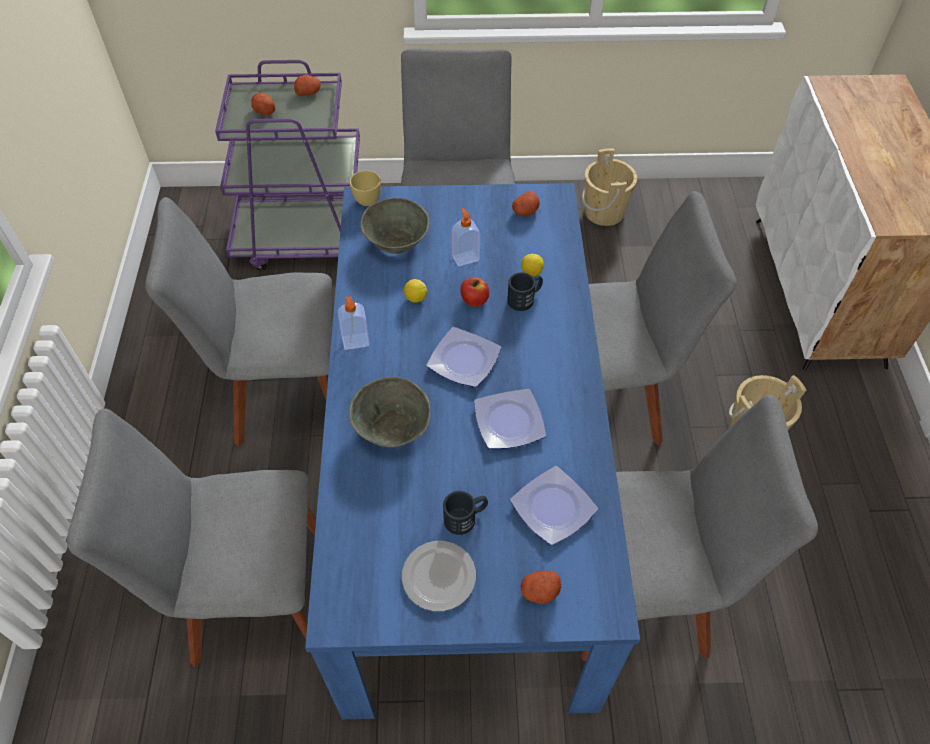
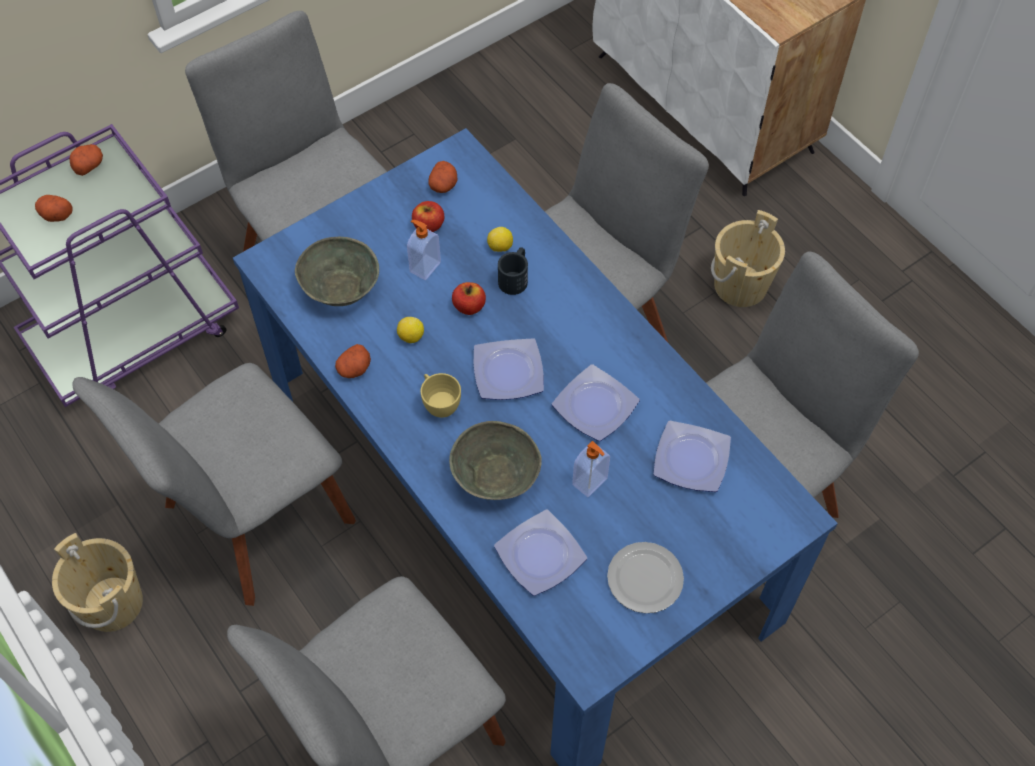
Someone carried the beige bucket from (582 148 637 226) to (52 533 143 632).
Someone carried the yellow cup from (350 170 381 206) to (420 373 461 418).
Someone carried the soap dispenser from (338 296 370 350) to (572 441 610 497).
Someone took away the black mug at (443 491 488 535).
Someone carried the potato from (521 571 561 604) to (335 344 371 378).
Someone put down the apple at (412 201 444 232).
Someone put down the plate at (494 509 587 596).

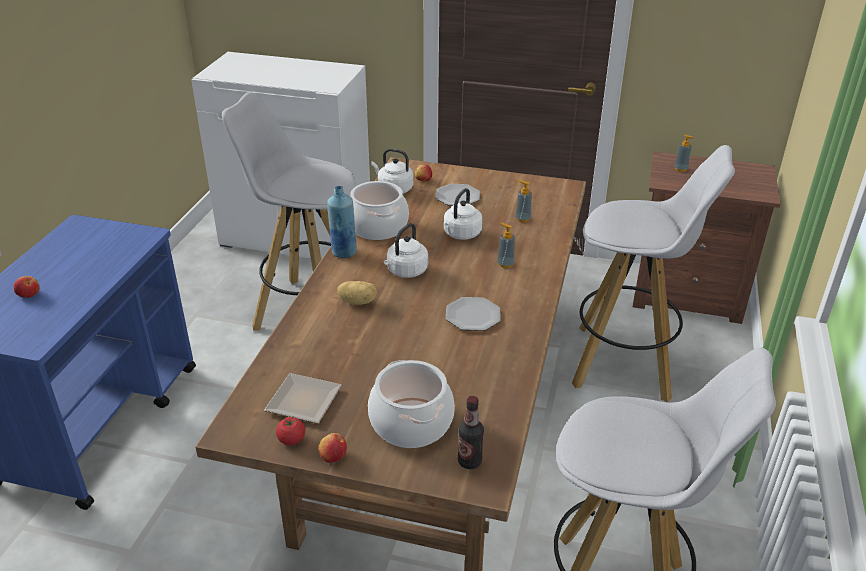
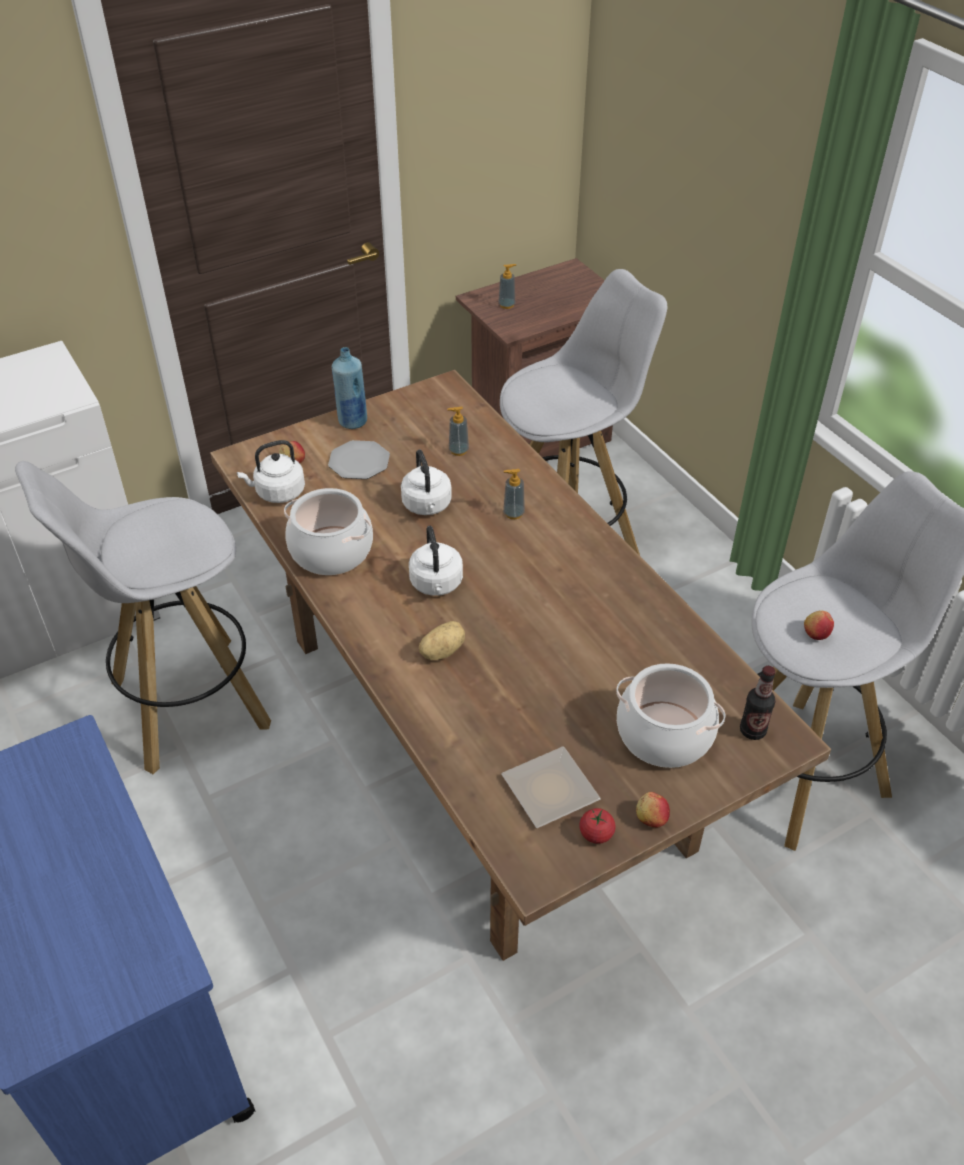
Someone carried the blue bottle from (327 186 357 258) to (332 347 367 429).
Someone carried the apple from (13 276 40 298) to (804 610 834 640).
Someone took away the plate at (446 297 501 331).

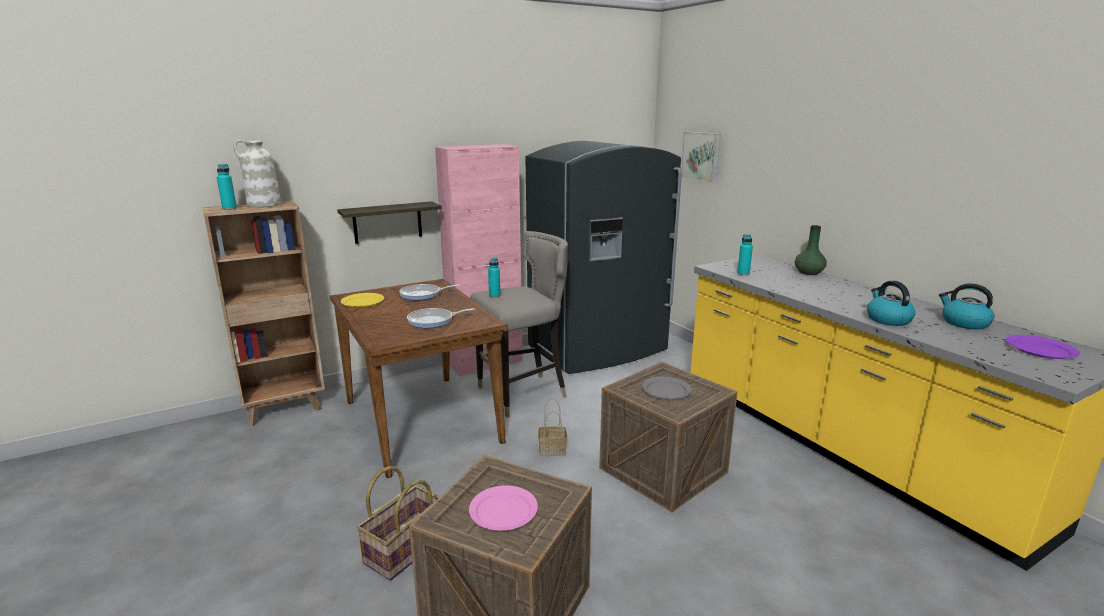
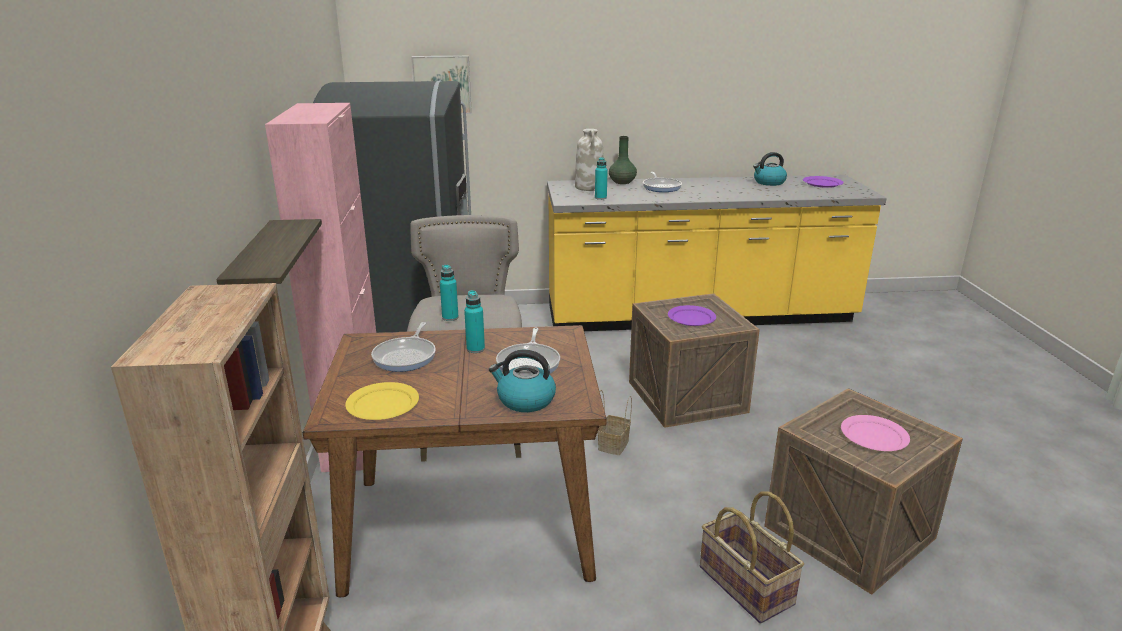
Someone carried the white vase from (234 139 281 208) to (575 129 604 191).
Someone carried the turquoise bottle from (217 164 237 210) to (464 290 485 353).
Someone carried the kettle from (867 281 916 326) to (489 350 556 412).
Someone repainted the grey plate at (642 377 692 399), which became the purple plate at (668 305 716 326).
Someone put down the frying pan at (643 172 682 192).

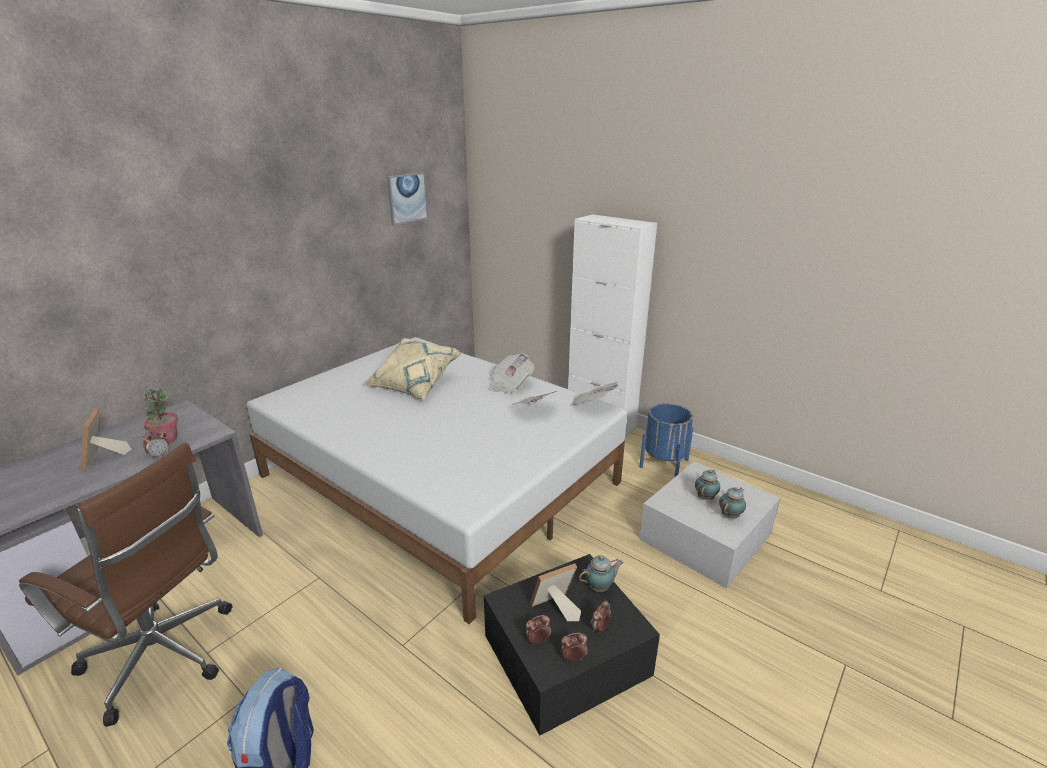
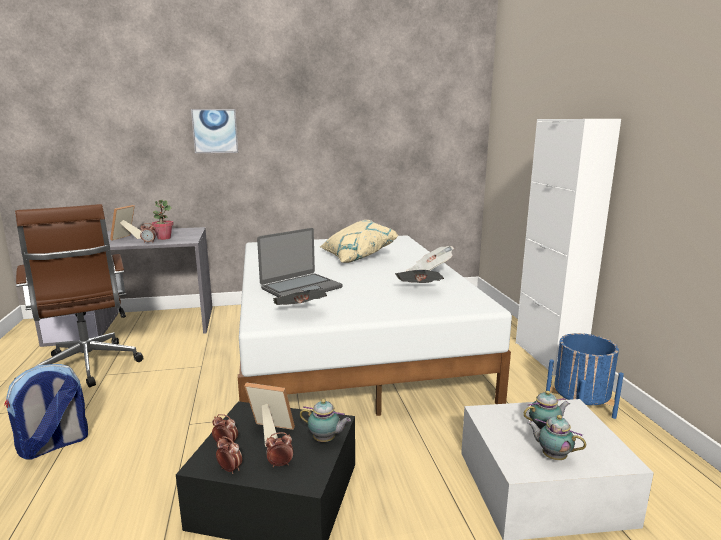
Someone carried the picture from (387 172 428 225) to (191 109 238 153).
Someone carried the newspaper from (570 382 619 406) to (273 290 327 305).
Someone rotated the teapot at (719 487 746 519) by 135 degrees counterclockwise.
Someone put down the laptop at (257 228 343 297).

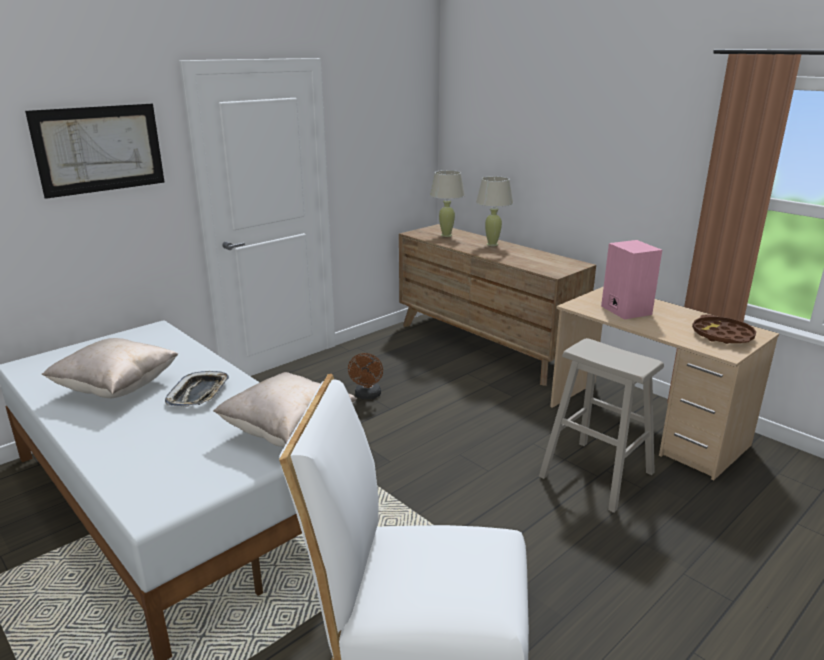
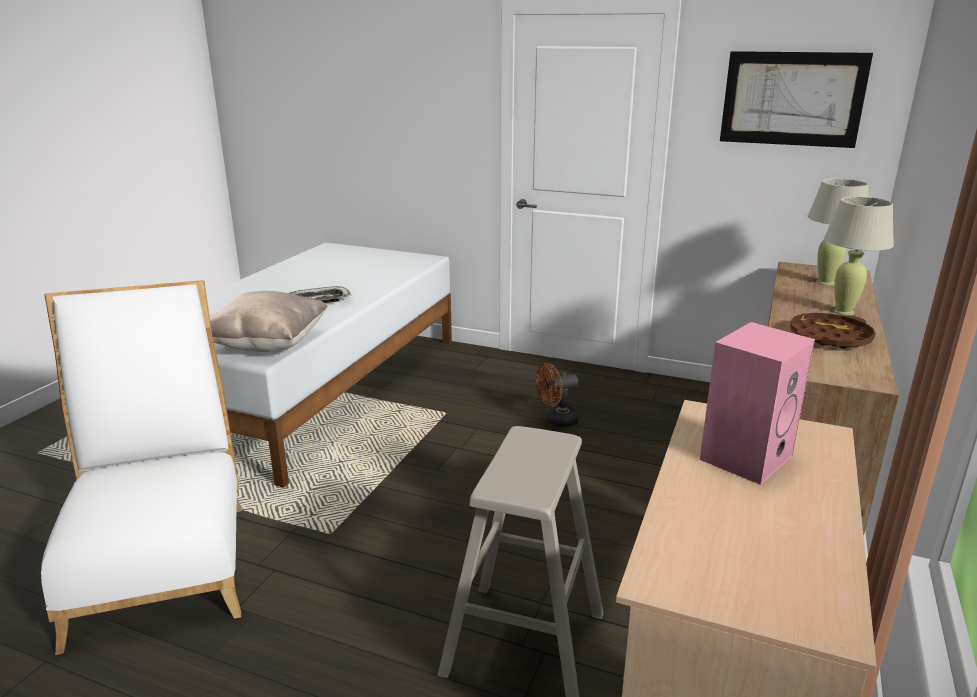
Someone carried the picture from (25 104 165 199) to (720 51 873 148).
Someone carried the brown tray from (692 314 756 344) to (790 313 876 349).
Someone took away the beige pillow at (42 338 178 398).

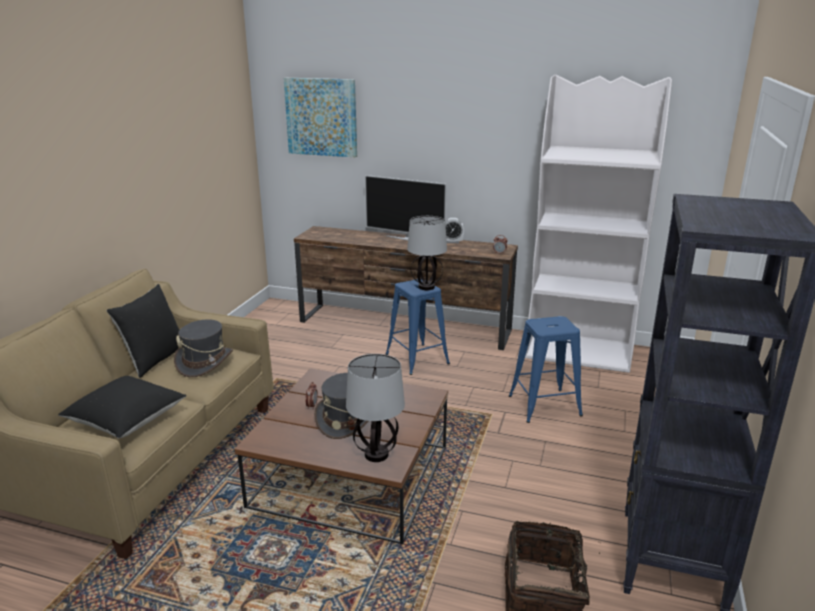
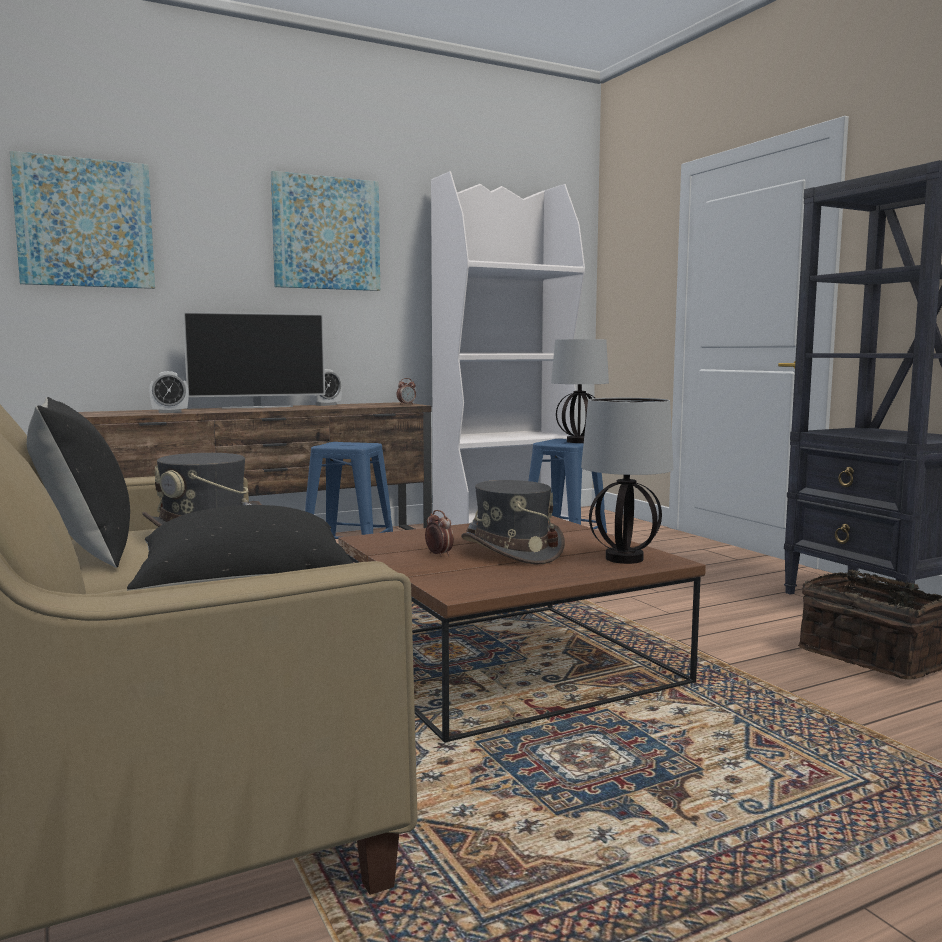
Someone carried the table lamp from (407 216 447 290) to (551 339 609 443).
Someone put up the picture at (271 171 380 291).
Someone put down the alarm clock at (149 371 189 413).

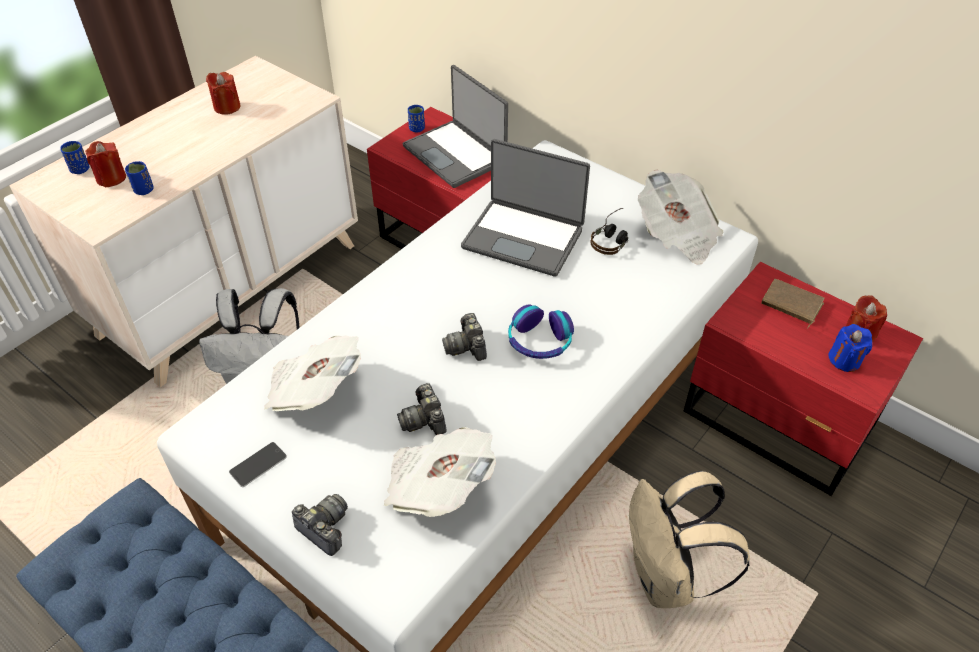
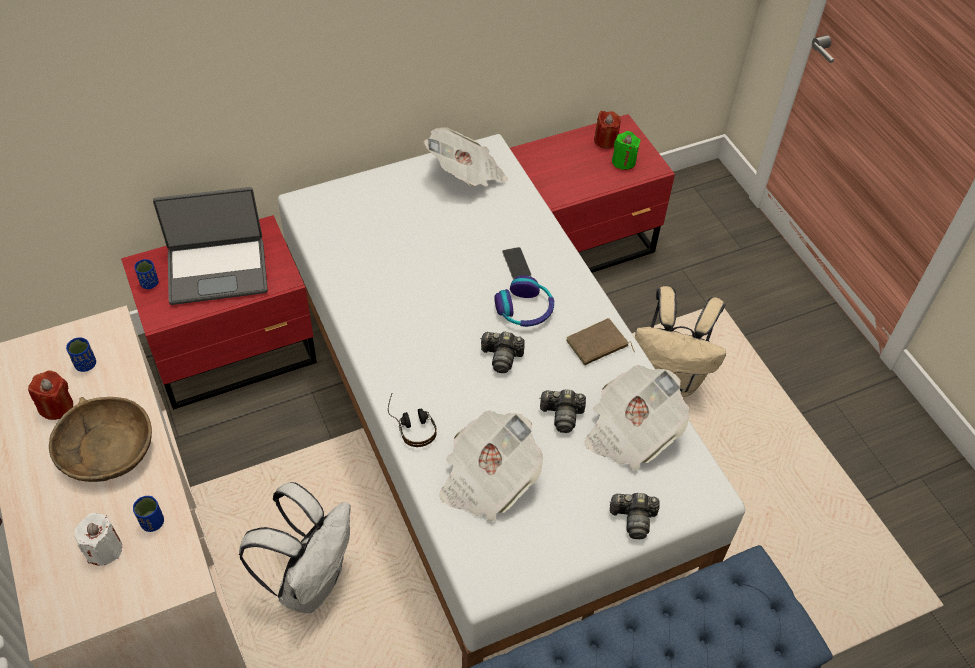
Someone took away the laptop at (461 139 590 277).
Someone carried the blue cup from (60 141 89 174) to (66 337 96 372).
Someone repainted the red candle at (85 141 126 188), which became the white candle at (74 513 122 566).
Someone carried the headphones from (590 208 628 255) to (388 394 437 447).
Someone carried the brown book from (761 279 825 328) to (566 318 635 365).
Someone repainted the blue candle at (828 324 872 372), which became the green candle at (612 131 641 170).
Someone carried the phone from (229 442 287 487) to (502 247 532 280).
Someone rotated the photo camera at (292 494 348 556) by 150 degrees counterclockwise.
Someone put down the brown bowl at (49 397 152 482).

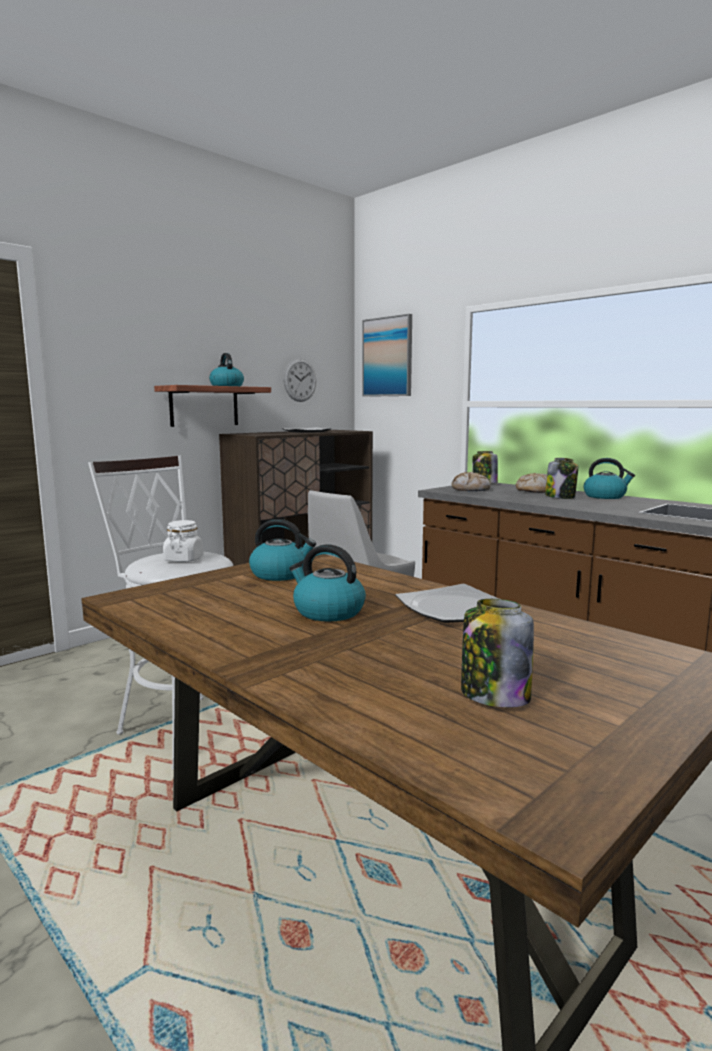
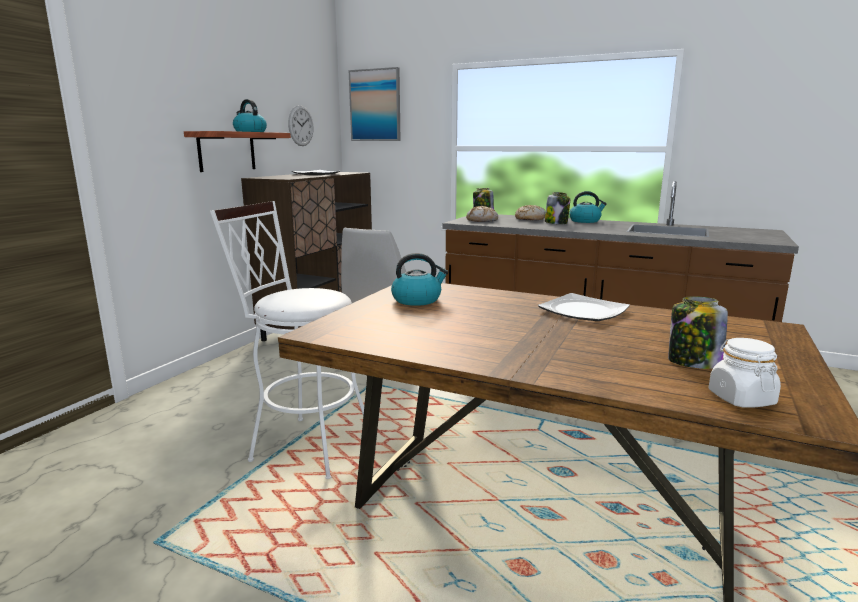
Someone carried the white jar from (163 520 204 562) to (708 338 781 408).
Someone took away the kettle at (289 544 366 622).

